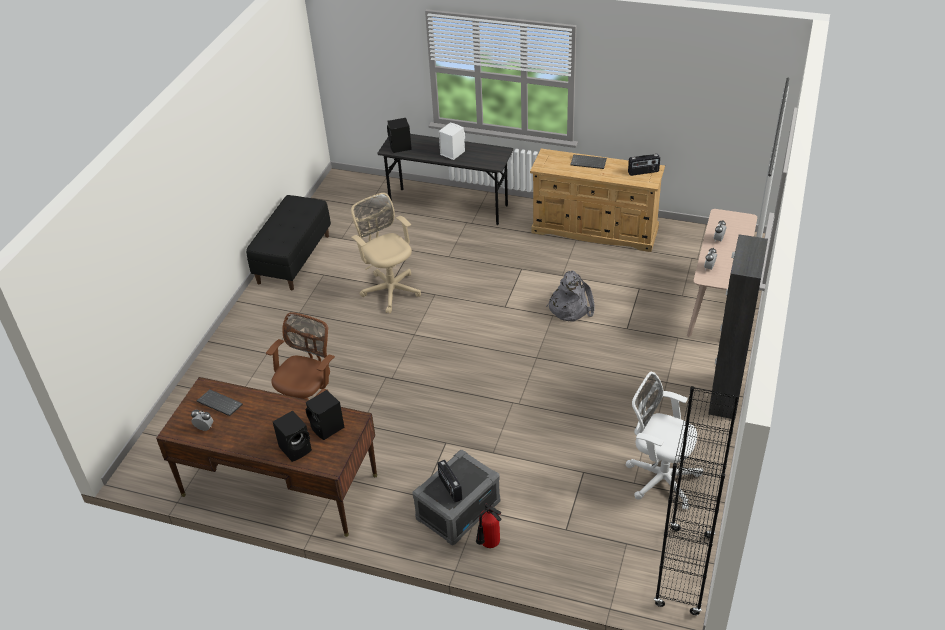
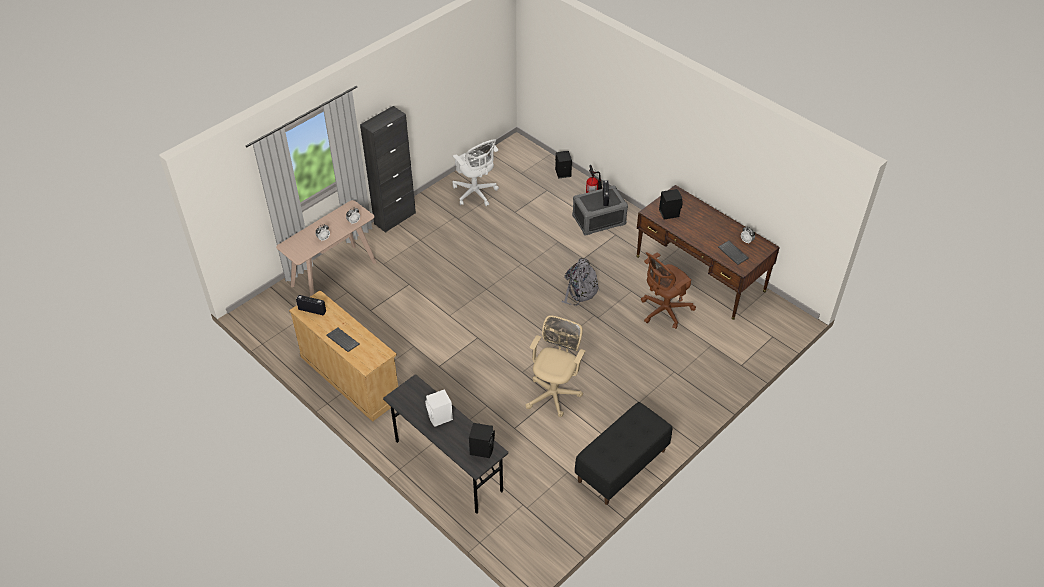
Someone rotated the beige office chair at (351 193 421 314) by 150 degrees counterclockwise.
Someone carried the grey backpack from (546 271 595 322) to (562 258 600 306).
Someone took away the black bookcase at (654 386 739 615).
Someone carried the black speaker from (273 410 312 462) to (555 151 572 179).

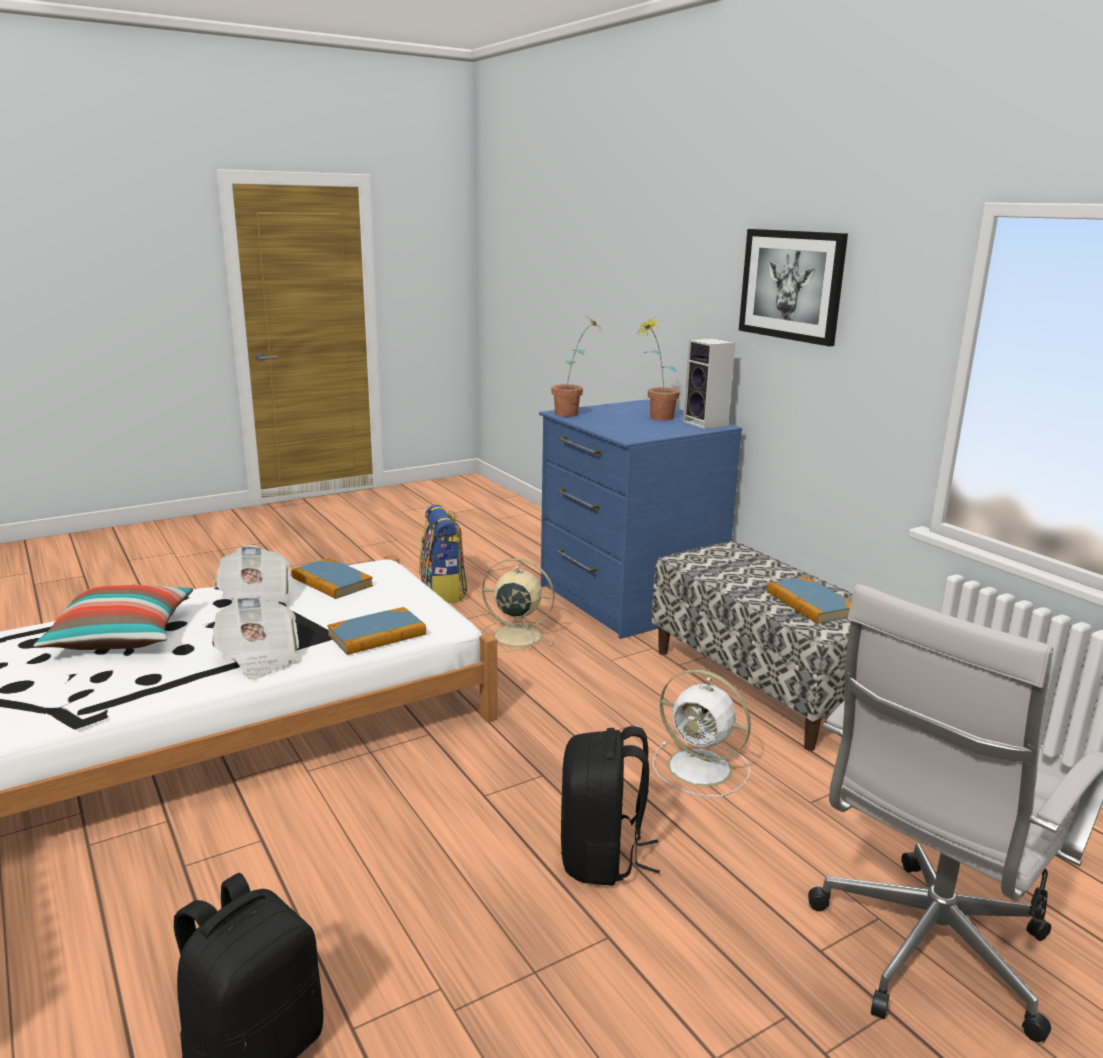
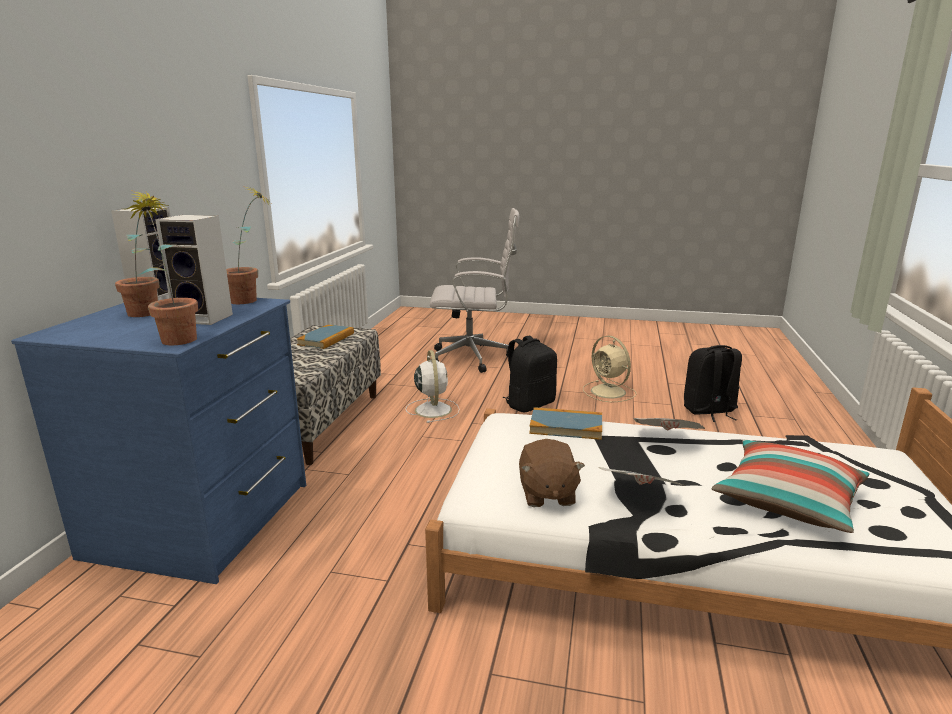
Someone took away the picture at (739 229 848 346).
Someone took away the backpack at (419 505 468 603).
Someone swapped the book at (291 558 373 599) for the brown plush toy at (519 439 585 507).
Someone carried the beige fan from (481 558 554 652) to (583 336 637 402).
Someone put down the potted plant at (226 185 271 304).
Someone put down the speaker at (155 215 233 325).

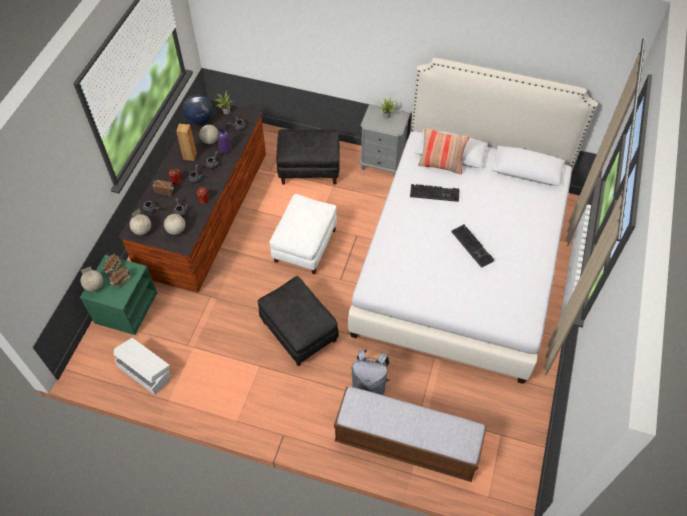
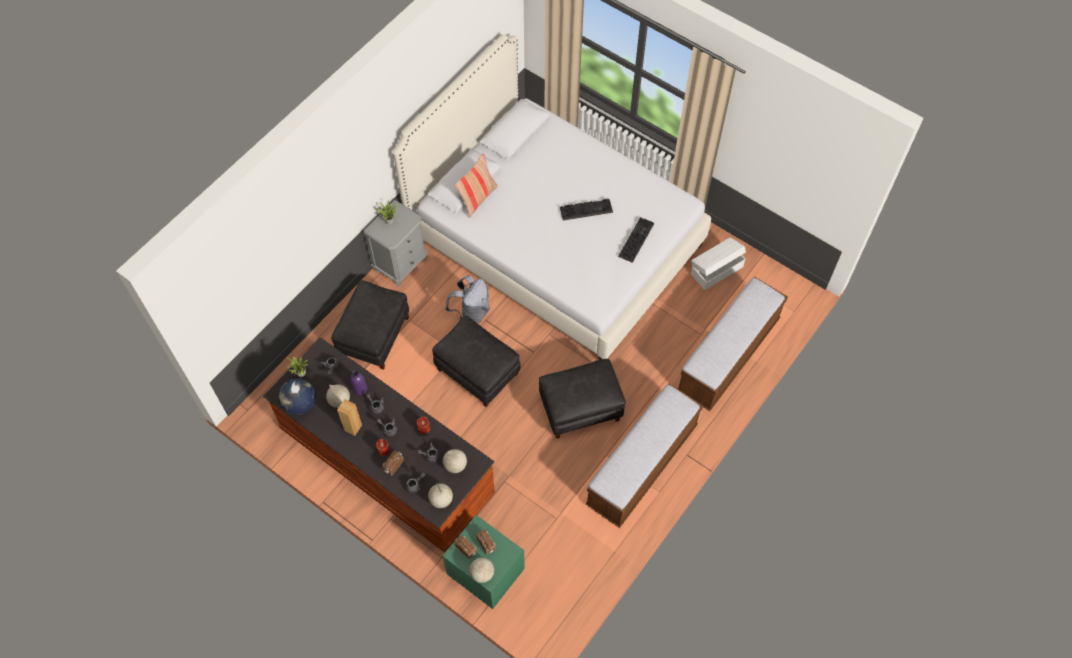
Someone carried the keyboard from (410 184 460 202) to (618 217 654 263).
Someone repainted the white ottoman at (269 194 337 274), which became the black ottoman at (432 316 521 407).
Someone carried the white storage box from (114 338 172 395) to (691 237 746 290).
Someone carried the grey backpack from (351 349 390 395) to (445 275 490 324).
Someone put down the bench at (586 384 703 528).

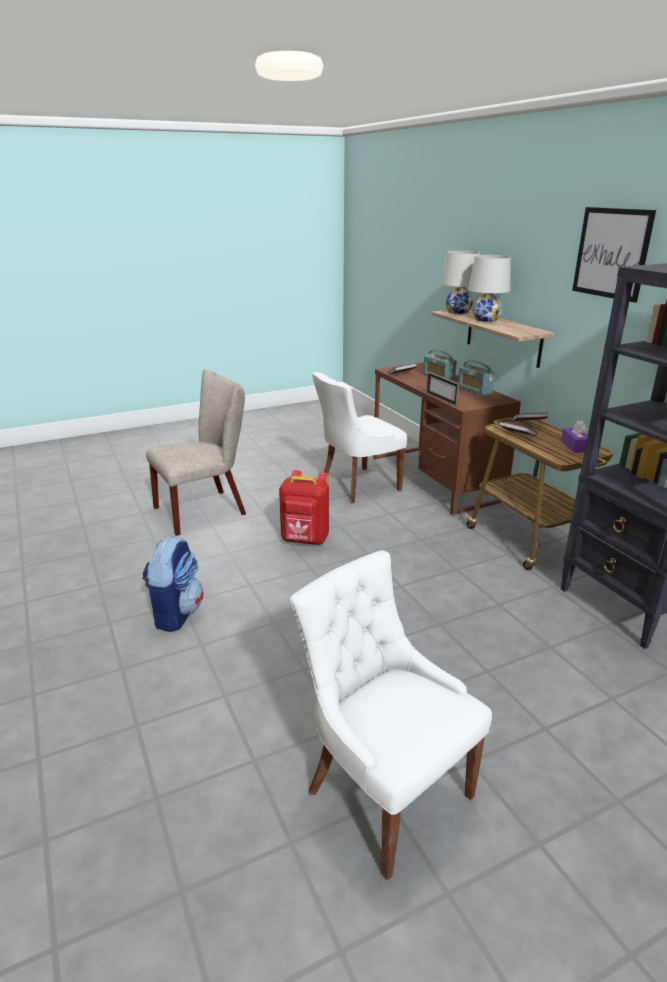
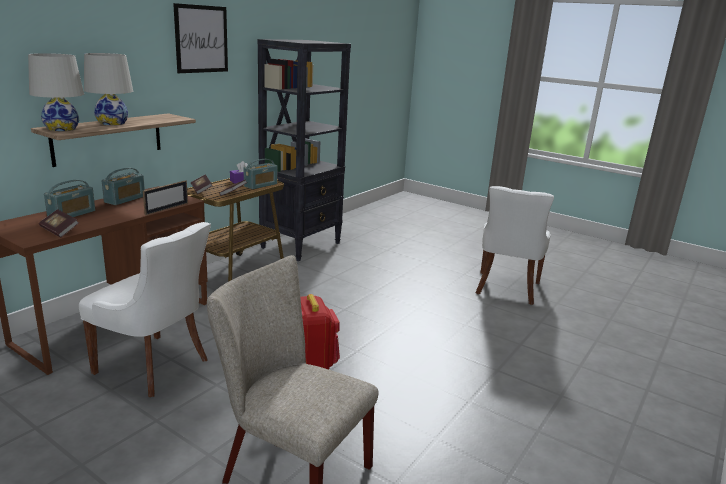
Someone took away the backpack at (142 537 204 632).
Someone put down the radio at (243 159 277 189).

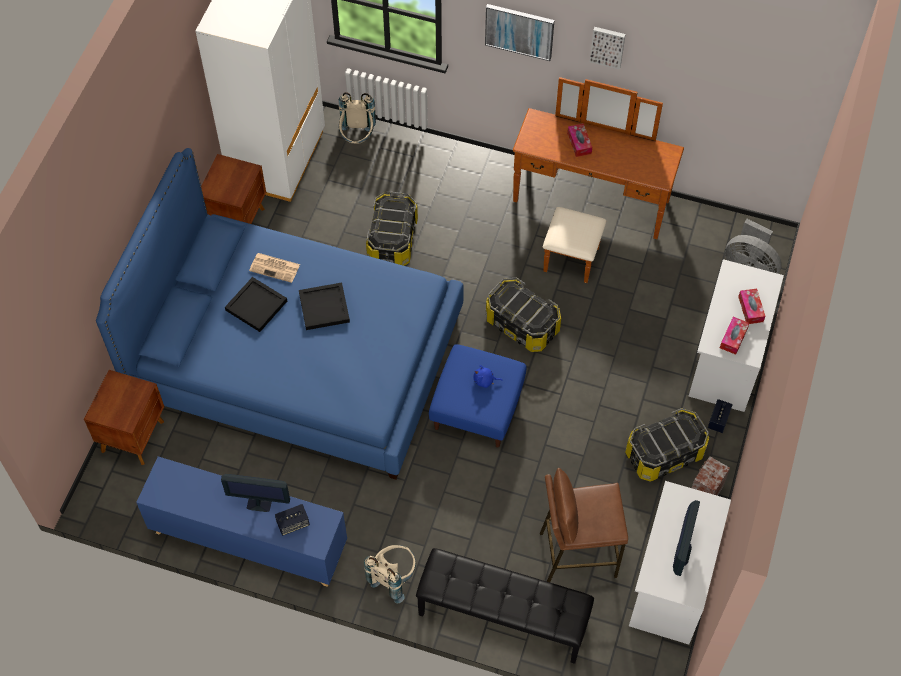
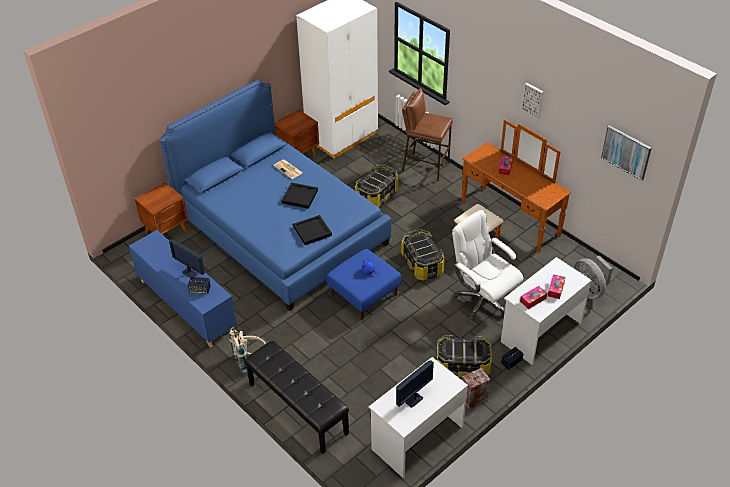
Someone carried the picture from (485 4 555 61) to (601 125 652 181).
Someone took away the beige backpack at (339 92 376 144).
Someone carried the black tray from (225 277 287 332) to (293 215 332 245).
Someone carried the brown stool from (540 468 628 582) to (402 88 453 181).
Someone put down the white office chair at (452 210 523 321).

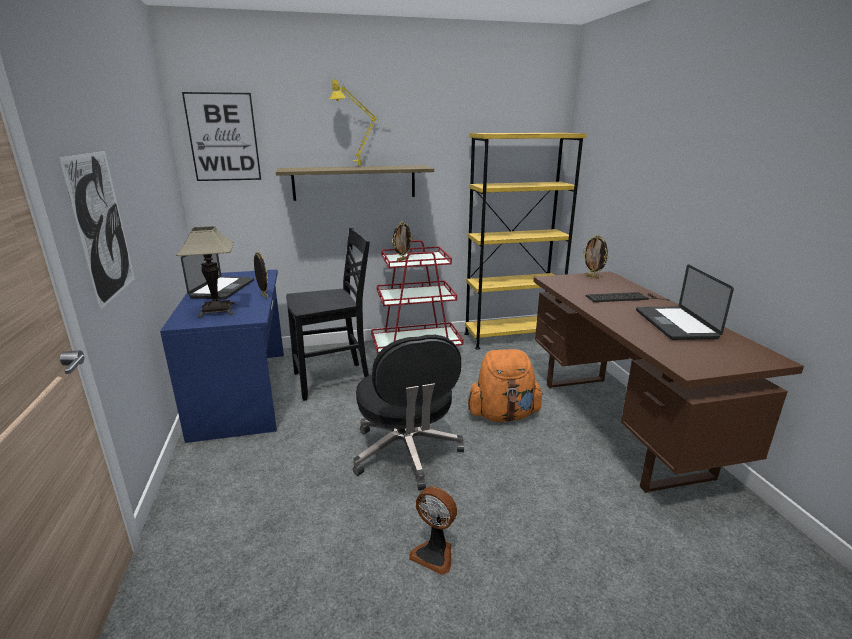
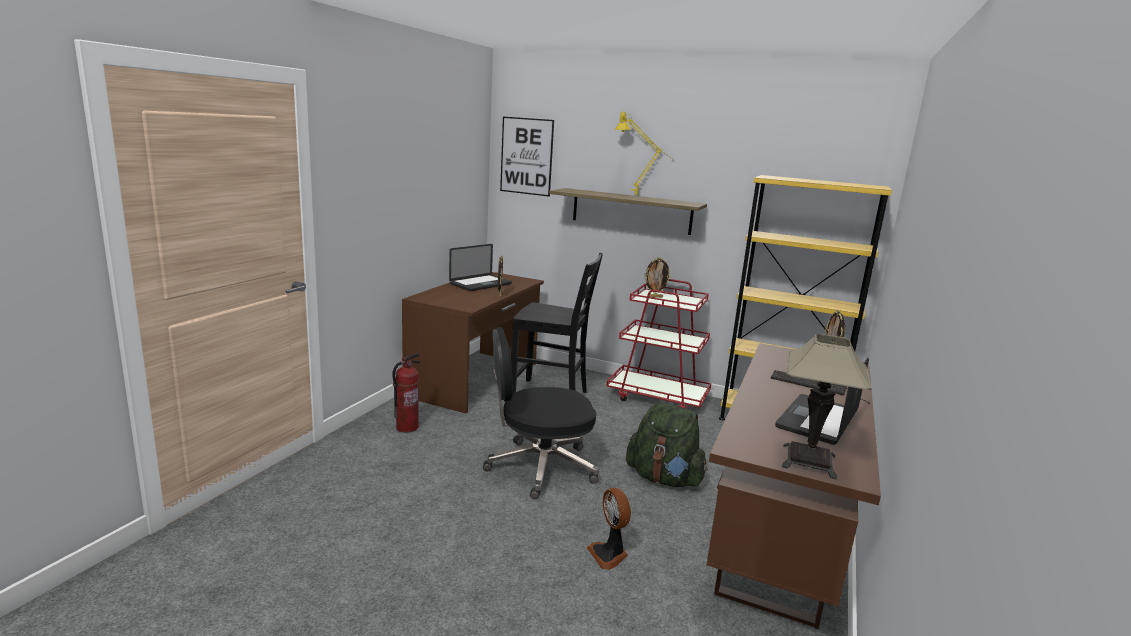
Someone took away the picture at (58 151 135 310).
Someone carried the table lamp from (176 226 235 318) to (782 334 872 480).
Someone repainted the blue desk at (160 270 284 443), which became the brown desk at (402 272 544 414).
Someone rotated the black office chair at (353 335 464 490) by 60 degrees clockwise.
Someone repainted the orange backpack at (468 349 543 422), which became the green backpack at (626 403 708 487).
Someone carried the fan from (409 487 457 575) to (586 488 631 570).
Someone put down the fire extinguisher at (392 353 420 433).

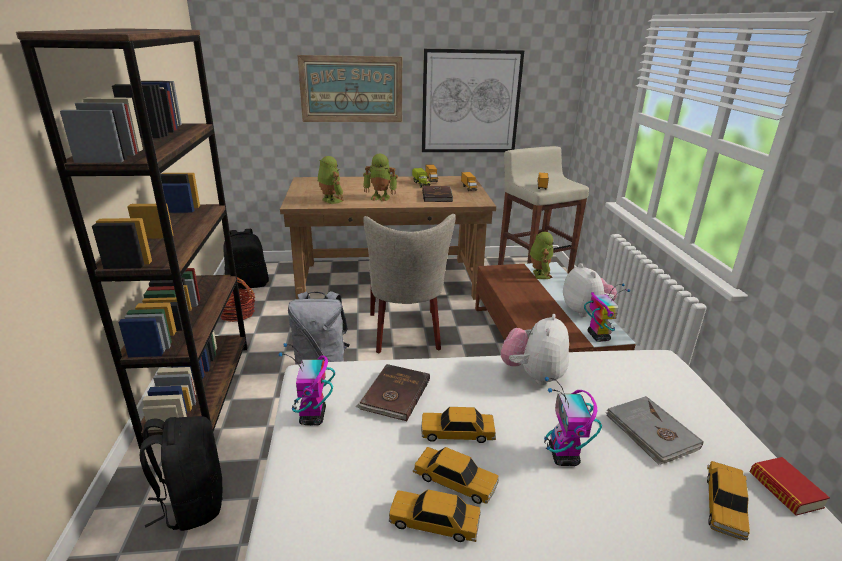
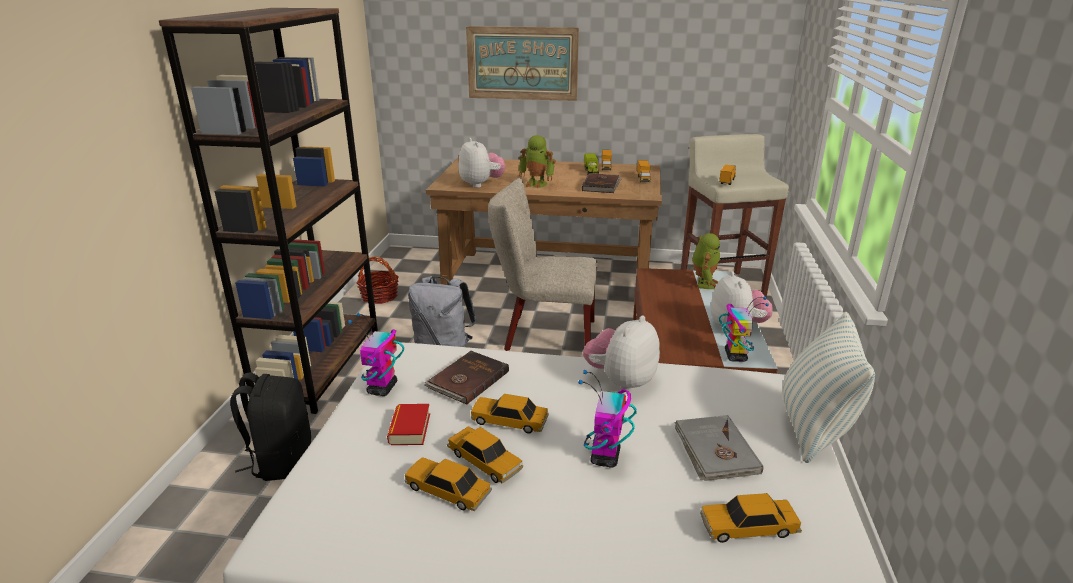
Someone took away the picture at (422 49 524 152).
Someone swapped the toy robot at (318 156 344 204) for the plush toy at (459 138 505 188).
Someone rotated the beige chair at (363 214 456 353) by 90 degrees clockwise.
Someone took away the black backpack at (223 229 269 289).
Someone carried the book from (750 457 830 516) to (387 404 430 445).
Someone rotated the toy car at (707 461 750 541) by 45 degrees clockwise.
Someone put down the pillow at (783 312 875 463).

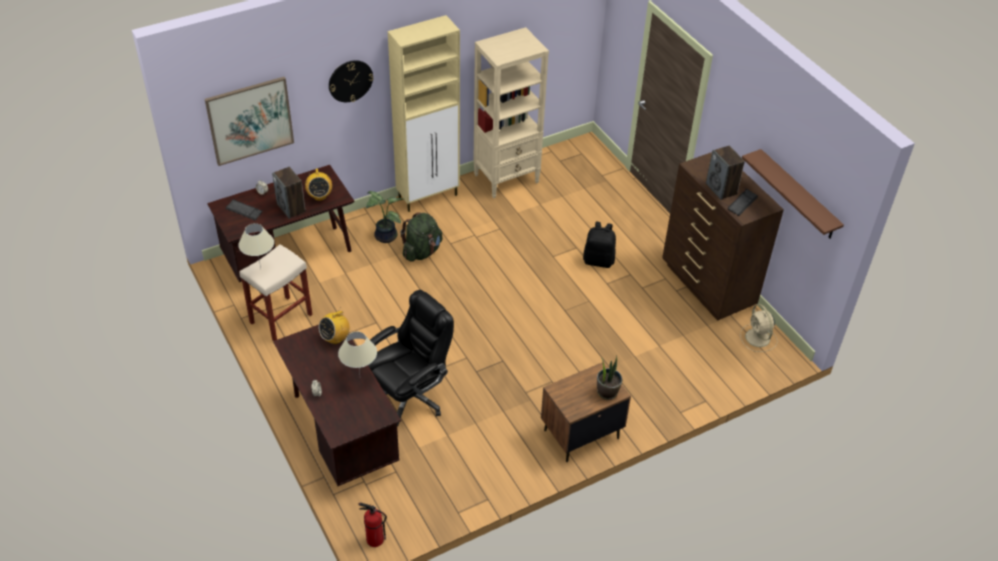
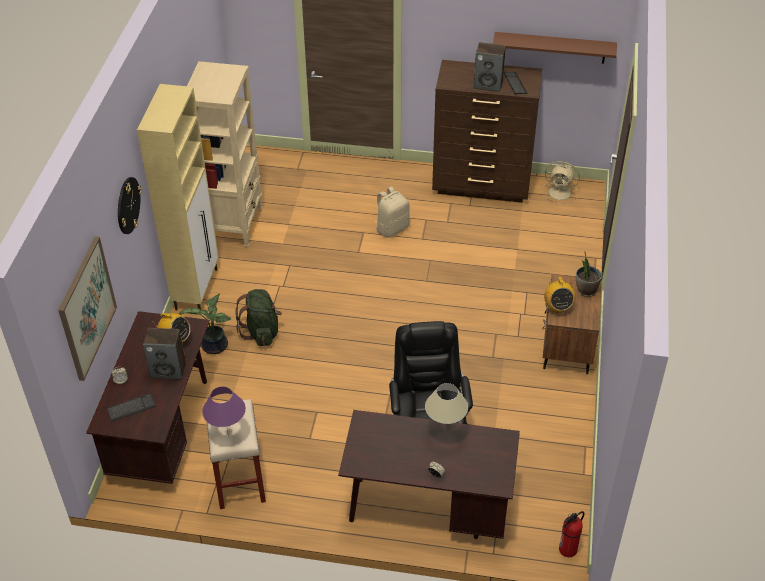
Someone repainted the black backpack at (583 222 616 268), which became the beige backpack at (374 186 409 238).
Someone repainted the beige table lamp at (238 223 274 268), which became the purple table lamp at (202 386 246 437).
Someone carried the radio from (319 311 350 344) to (544 277 576 313).

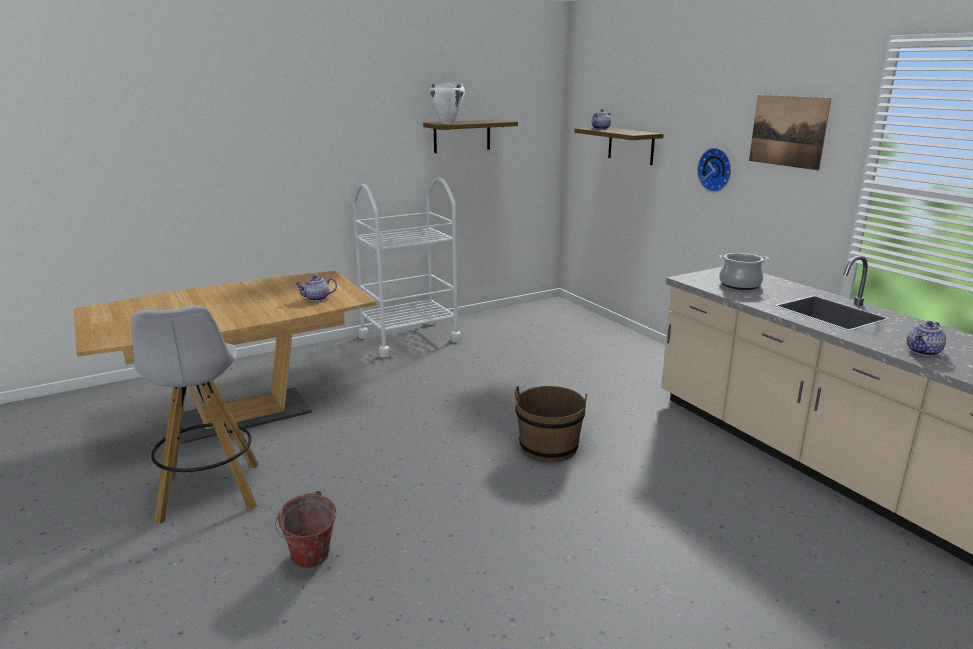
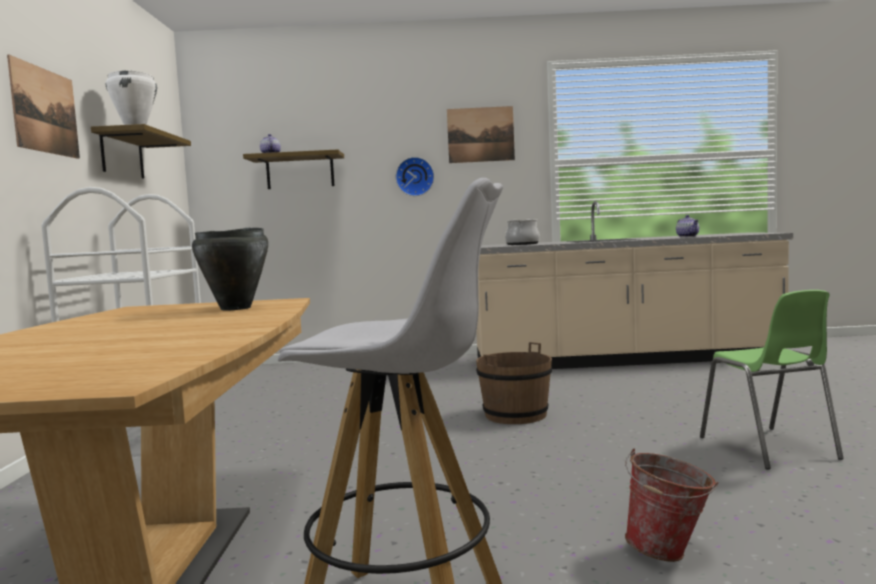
Someone swapped the teapot at (294 275 337 301) for the black cooking pot at (192 227 268 310).
Someone put up the picture at (7 55 80 159).
Someone put down the green chair at (700 290 844 470).

